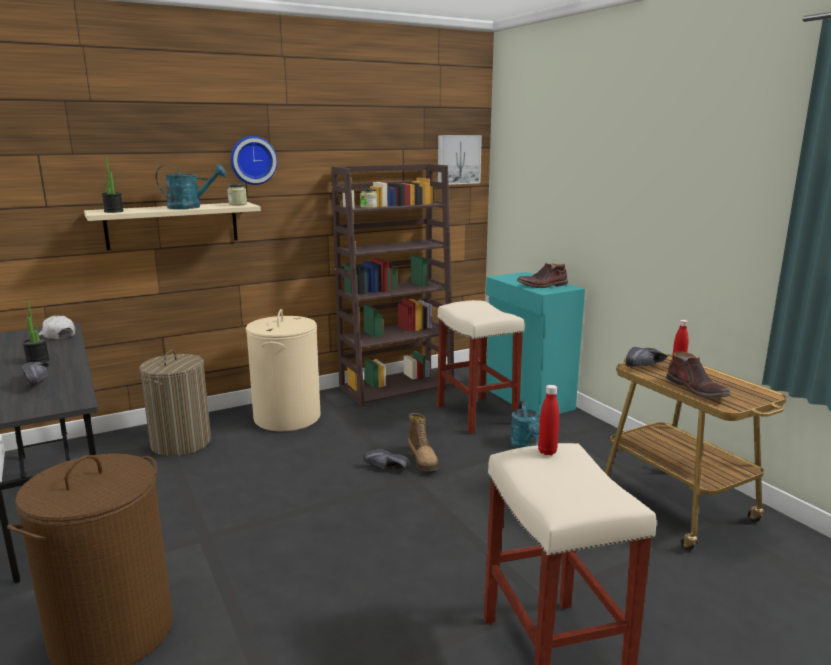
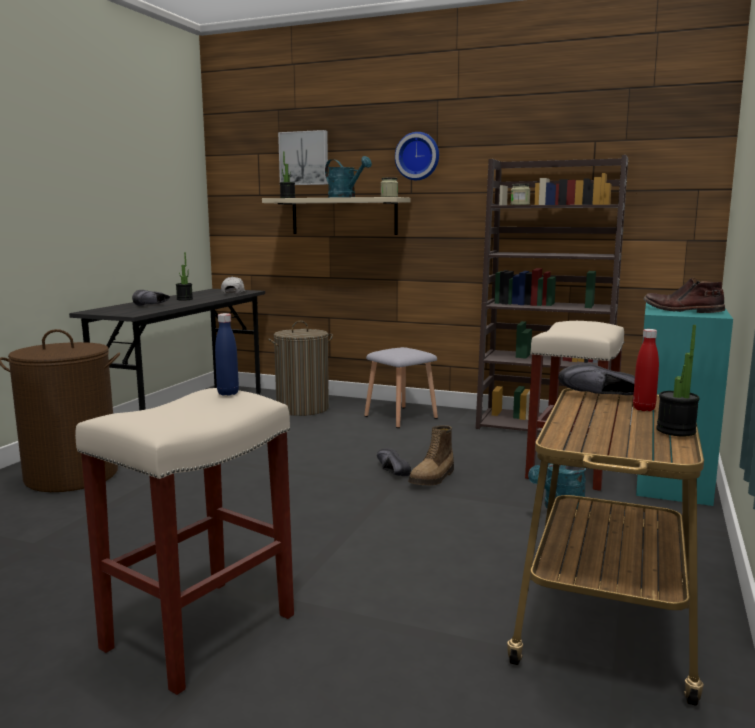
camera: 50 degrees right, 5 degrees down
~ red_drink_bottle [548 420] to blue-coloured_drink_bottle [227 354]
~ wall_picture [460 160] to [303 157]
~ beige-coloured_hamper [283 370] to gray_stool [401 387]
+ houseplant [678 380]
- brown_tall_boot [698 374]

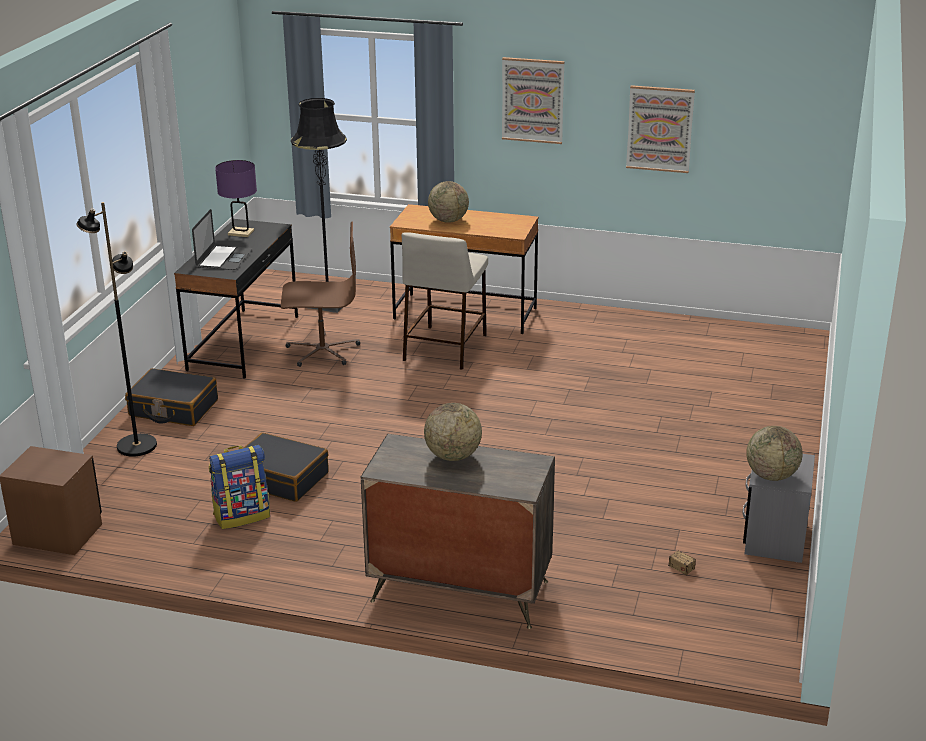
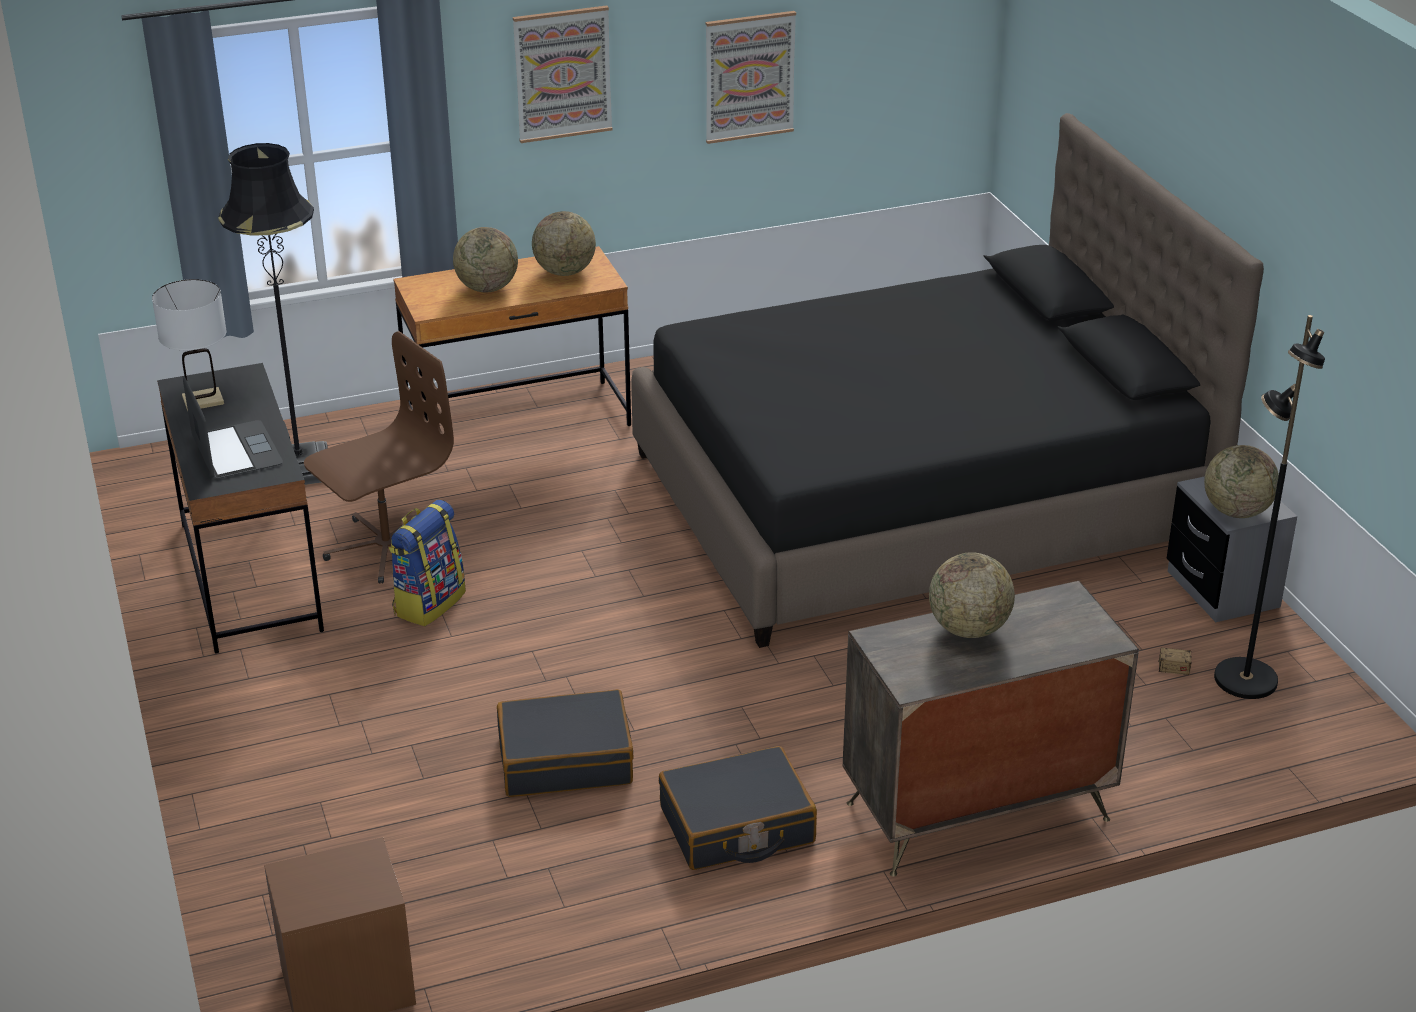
camera: 35 degrees left, 5 degrees up
~ purple_lamp_for_a_table [236 198] to white-coloured_lamp_for_a_table [189 345]
~ rucksack [239 487] to [427 563]
+ world_globe [564 243]
+ black-coloured_bedroom_bed [947 380]
~ black-coloured_suitcase [171 397] to [738 808]
~ black-coloured_floor_lamp [117 329] to [1269 507]
- beige-coloured_stool [445 301]

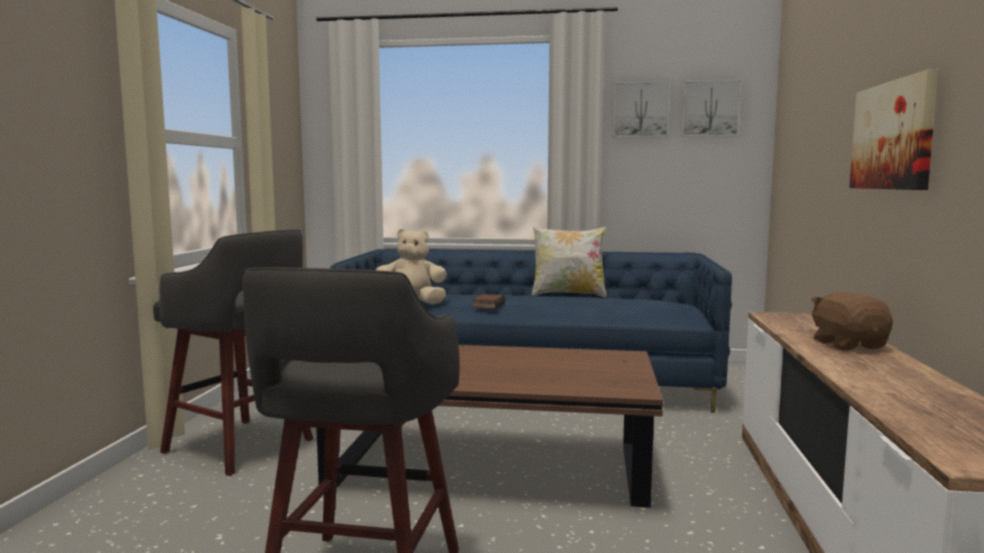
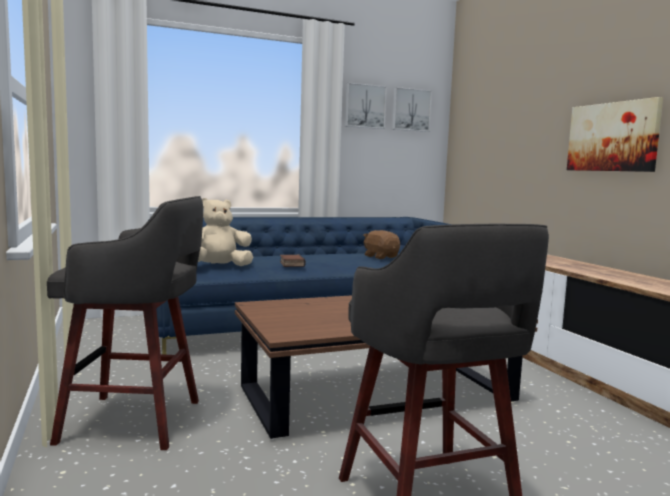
camera: 30 degrees left, 0 degrees up
~ brown_cuddly_toy [852 320] to [381 244]
- pillow [569 262]

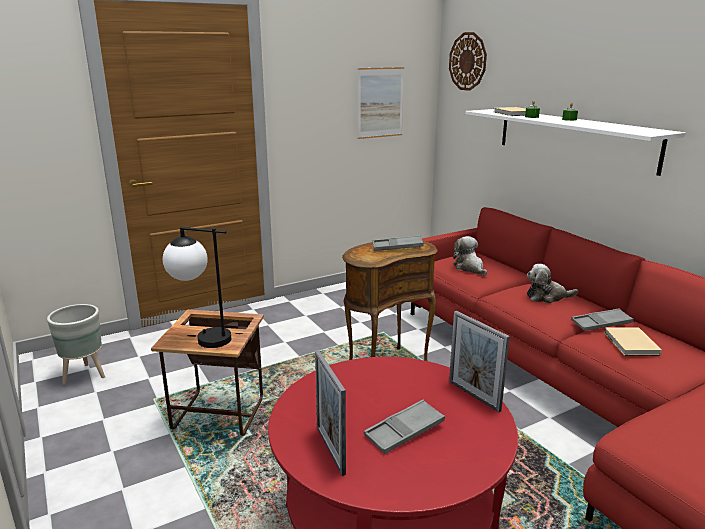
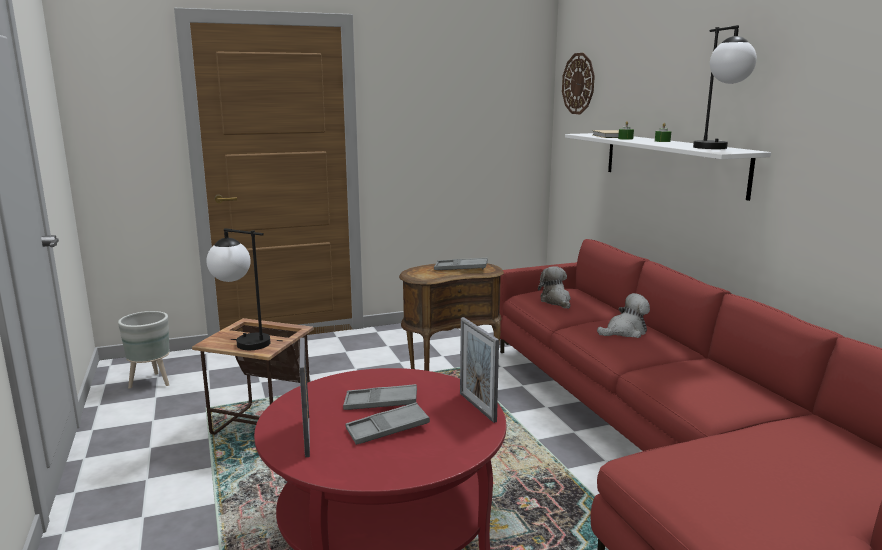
camera: 10 degrees right, 5 degrees down
~ gray_serving_tray [602 319] to [380 397]
~ cuddly_toy [552 283] = [623 315] 150 degrees clockwise
+ lamp_for_a_table [725 87]
- wall_picture [380 103]
- beige-coloured_book [633 342]

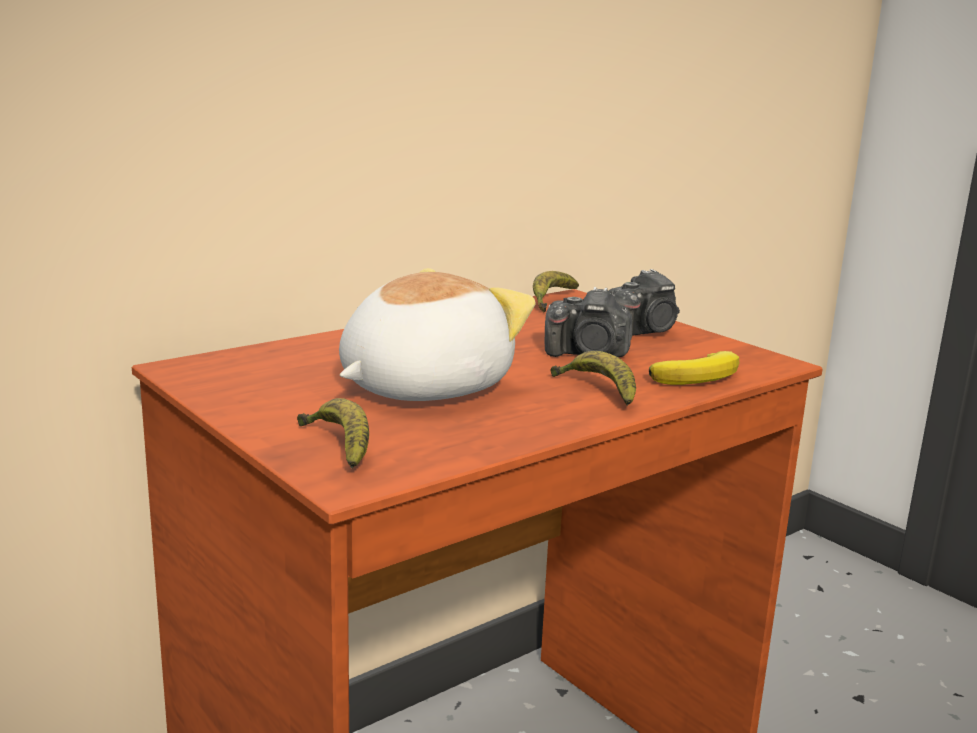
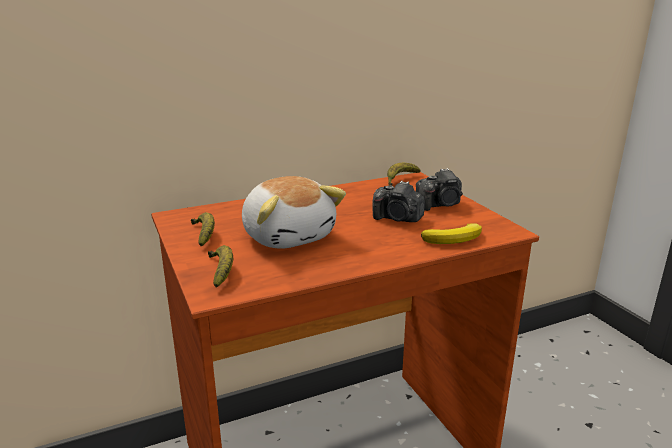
camera: 15 degrees right, 5 degrees up
~ banana [593 378] to [203 229]
~ cuddly_toy [437 334] = [294 212] 90 degrees clockwise

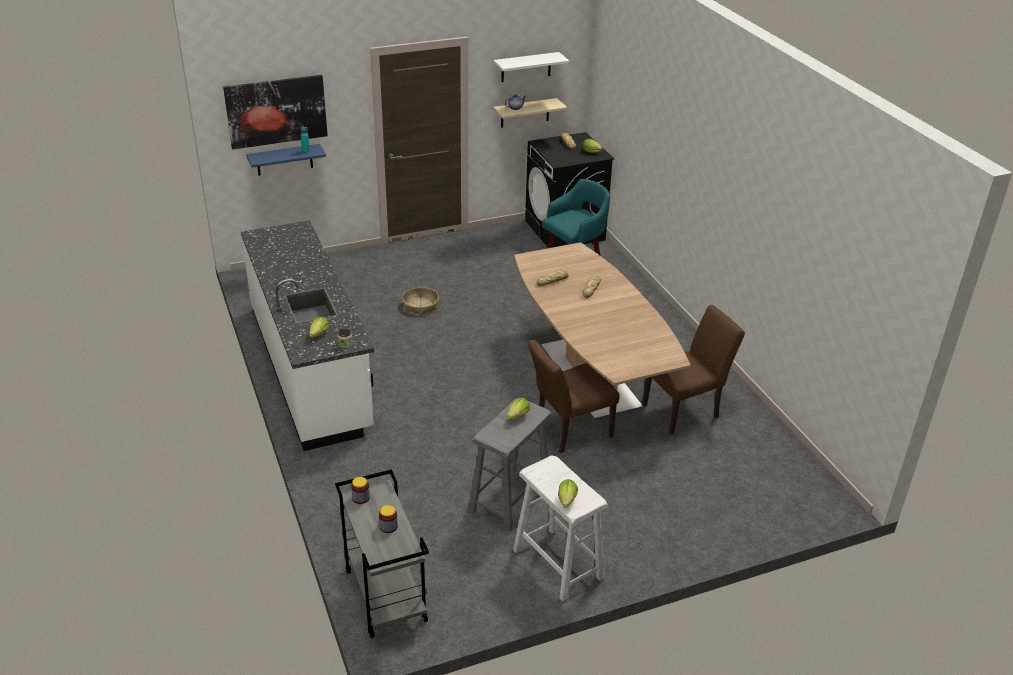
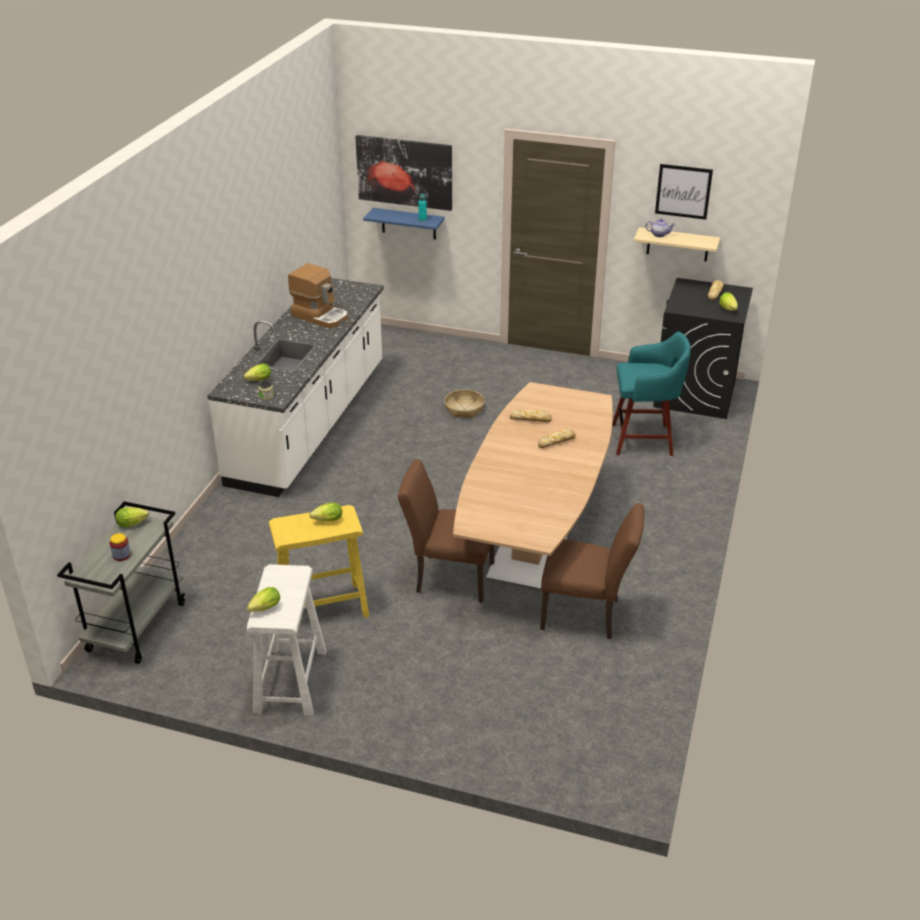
camera: 40 degrees right, 0 degrees up
~ storage_jar [360 490] to head_of_lettuce [132 517]
~ gray_stool [510 465] to yellow_stool [319 561]
+ coffee_maker [317 295]
~ white-coloured_shelf [531 67] to wall_picture [684 192]

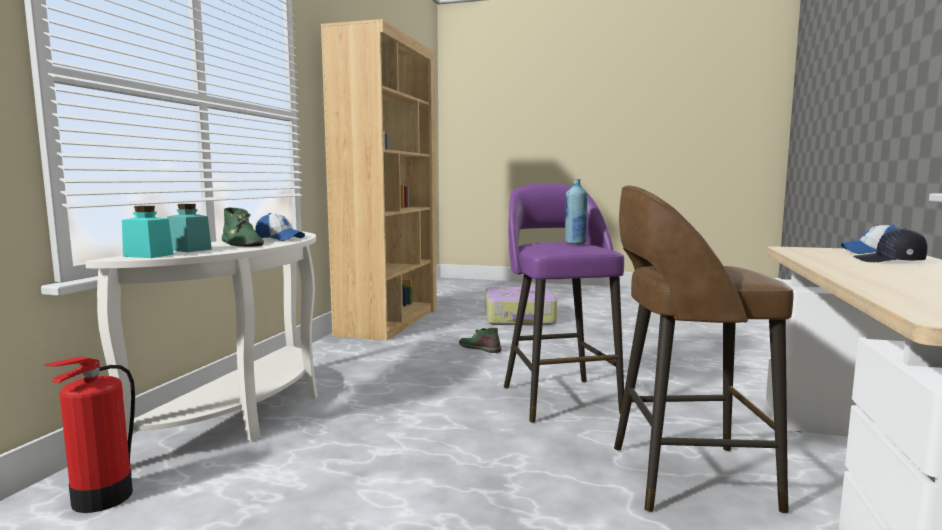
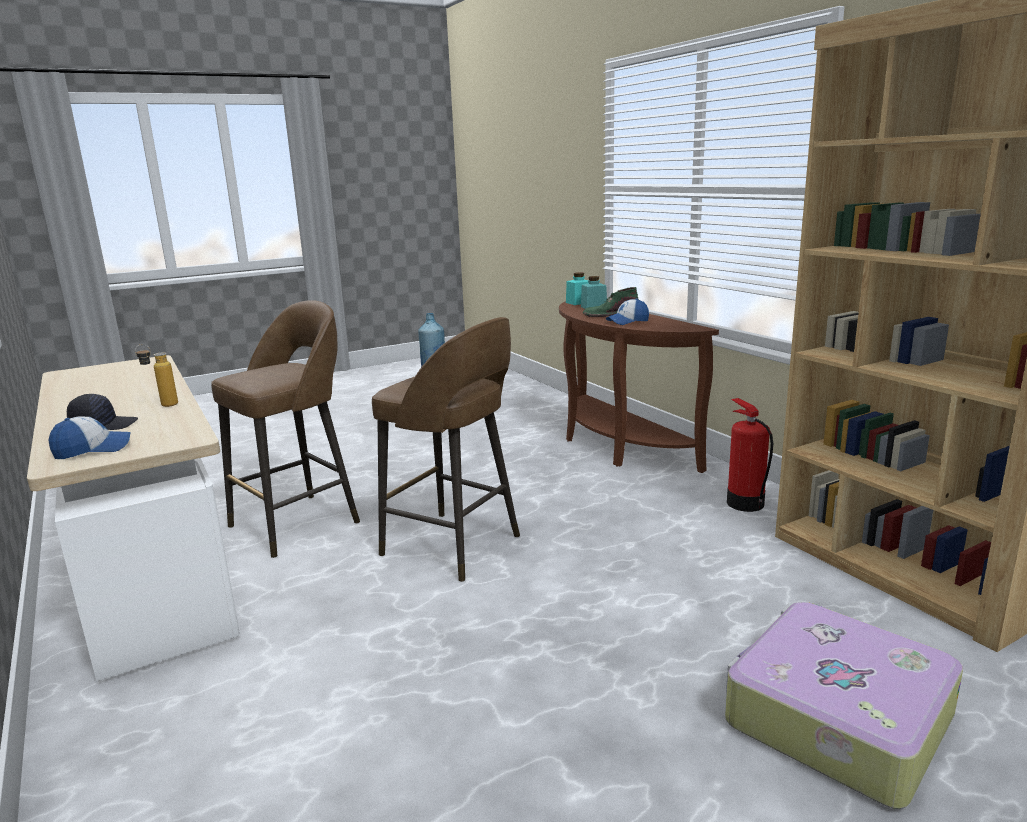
camera: 135 degrees right, 10 degrees up
+ drink_bottle [156 375]
~ purple_stool [564 303] to brown_stool [446 449]
~ white-coloured_console_table [201 343] to brown_console_table [639 387]
~ extinguisher [89 435] to [750 455]
- green-coloured_tall_boot [480 340]

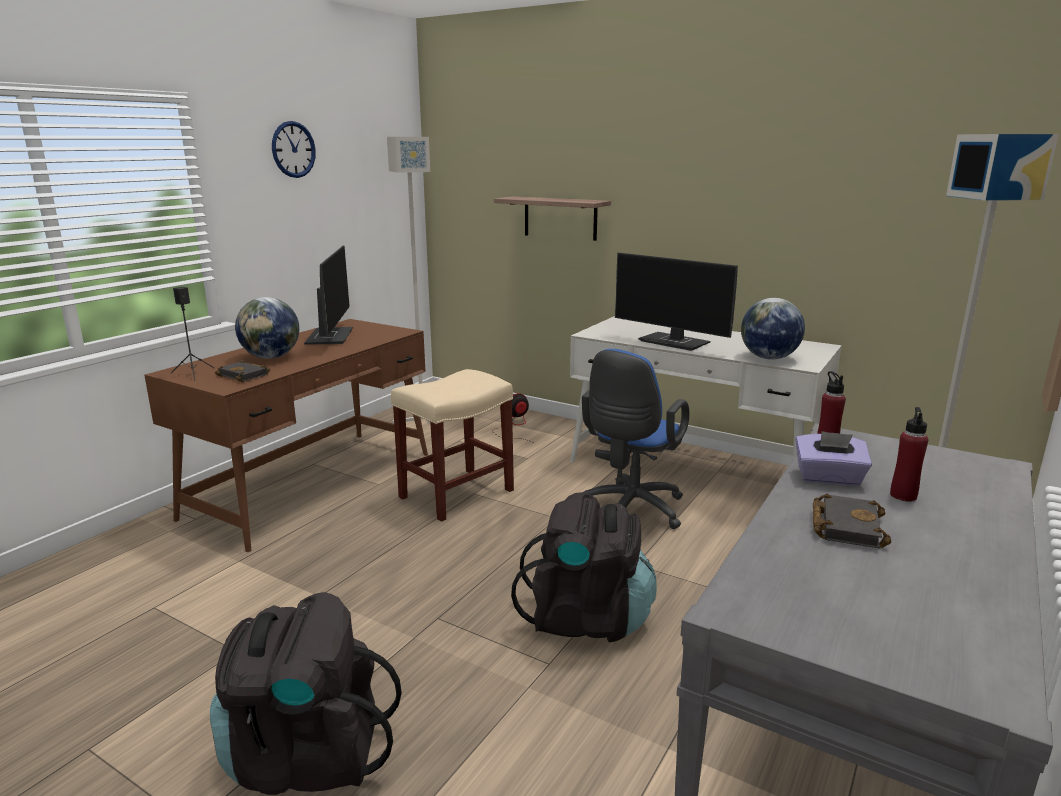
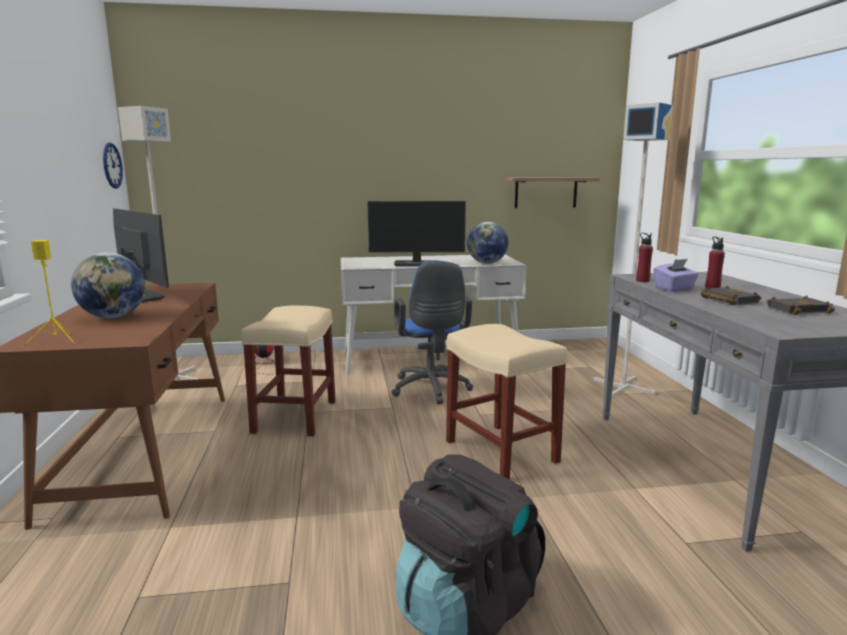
camera: 40 degrees left, 5 degrees down
~ black-coloured_audio_speaker [192 334] to yellow_audio_speaker [49 293]
~ clock_on_the_wall [294 149] to [113 166]
~ black-coloured_rucksack [584 567] to beige-coloured_stool [507 401]
~ shelf [552 218] to [552 192]
~ black-coloured_book [242 371] to [801 305]

